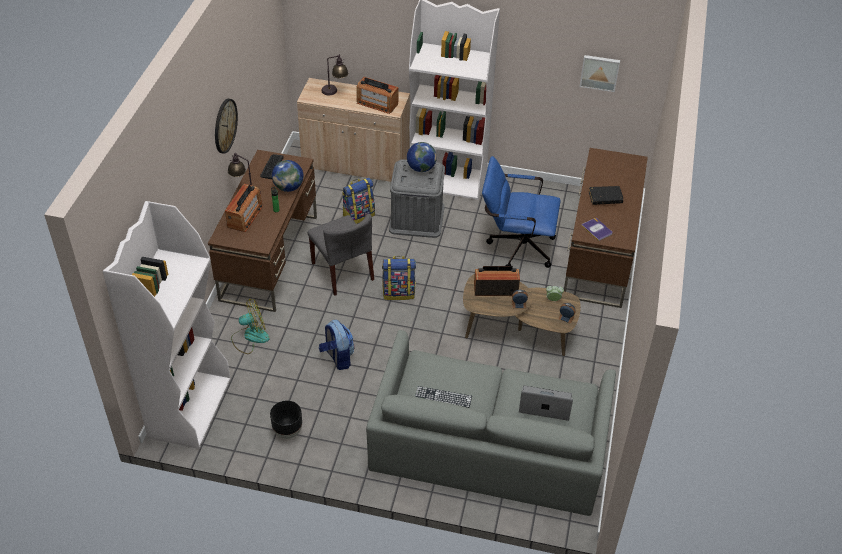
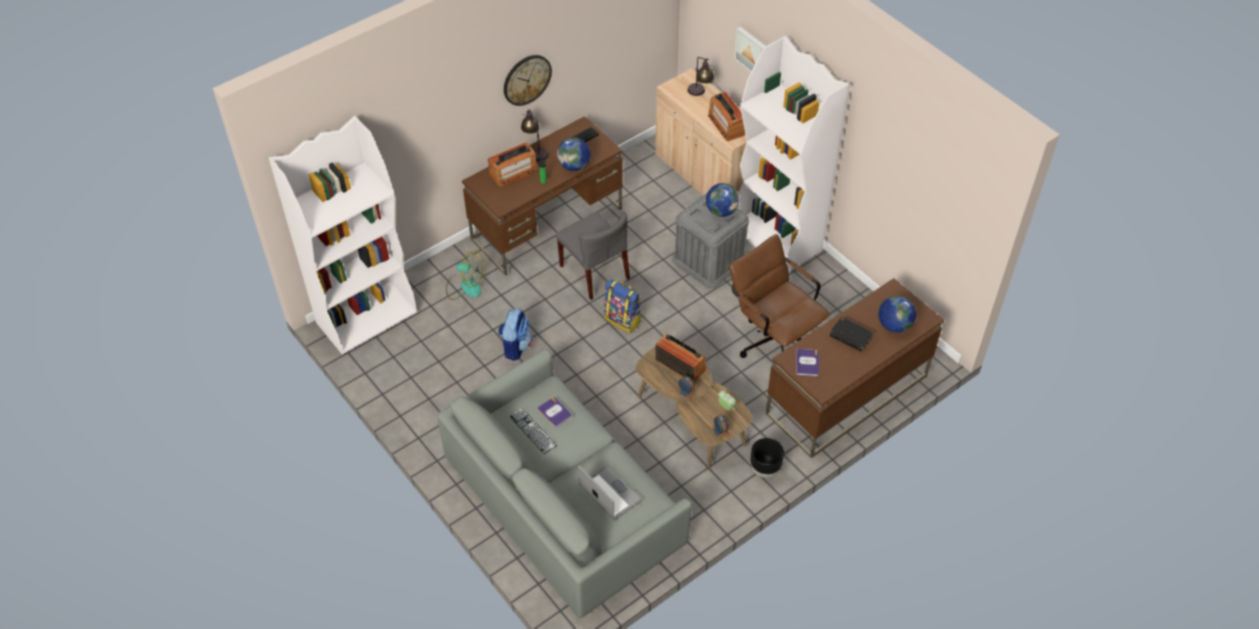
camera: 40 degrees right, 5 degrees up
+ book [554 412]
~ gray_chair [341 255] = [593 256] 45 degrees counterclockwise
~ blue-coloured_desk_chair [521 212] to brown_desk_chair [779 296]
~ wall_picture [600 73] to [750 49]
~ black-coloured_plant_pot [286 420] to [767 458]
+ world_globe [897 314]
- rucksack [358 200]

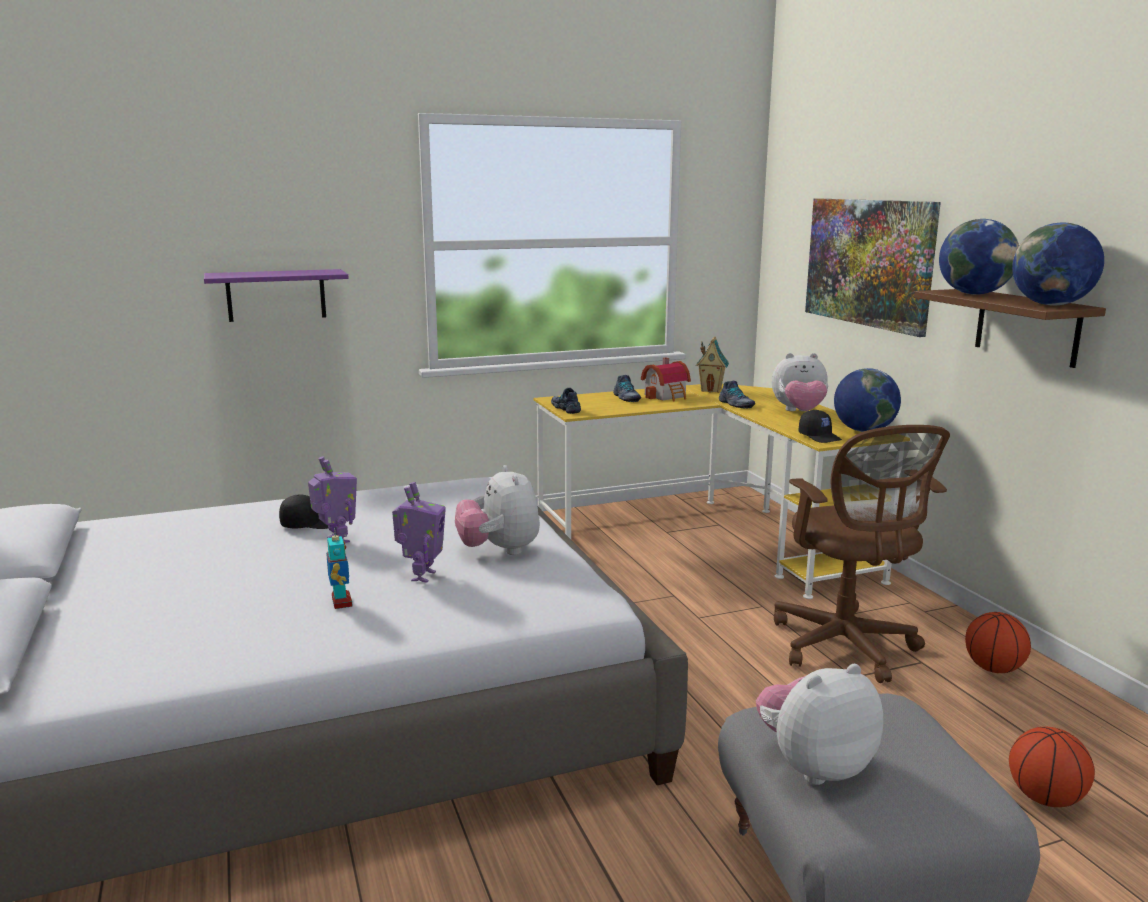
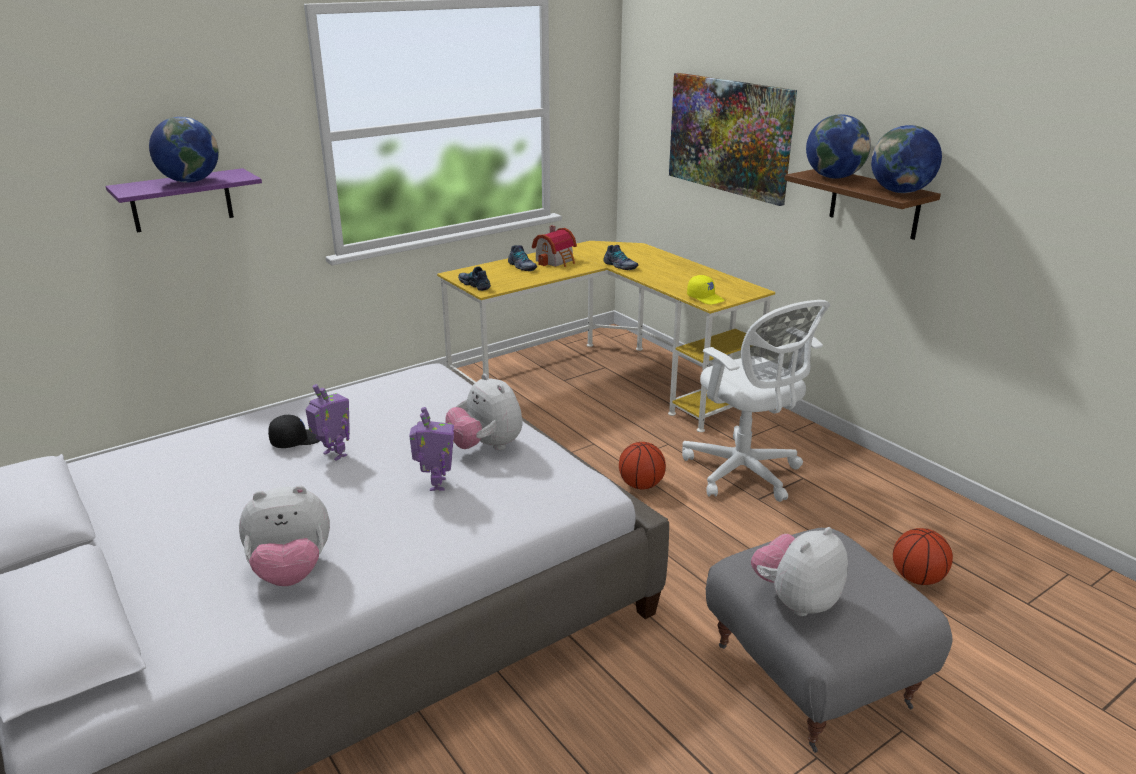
camera: 15 degrees left, 10 degrees up
~ world_globe [867 400] to [184 150]
~ cuddly_toy [800 382] to [284 535]
~ basketball_ball [998 642] to [642 465]
~ brown_desk_chair [862 554] to white-coloured_desk_chair [756 401]
~ black-coloured_baseball_cap [820 426] to yellow_baseball_cap [706 290]
- robot_figure [339 568]
- model_house [712 364]

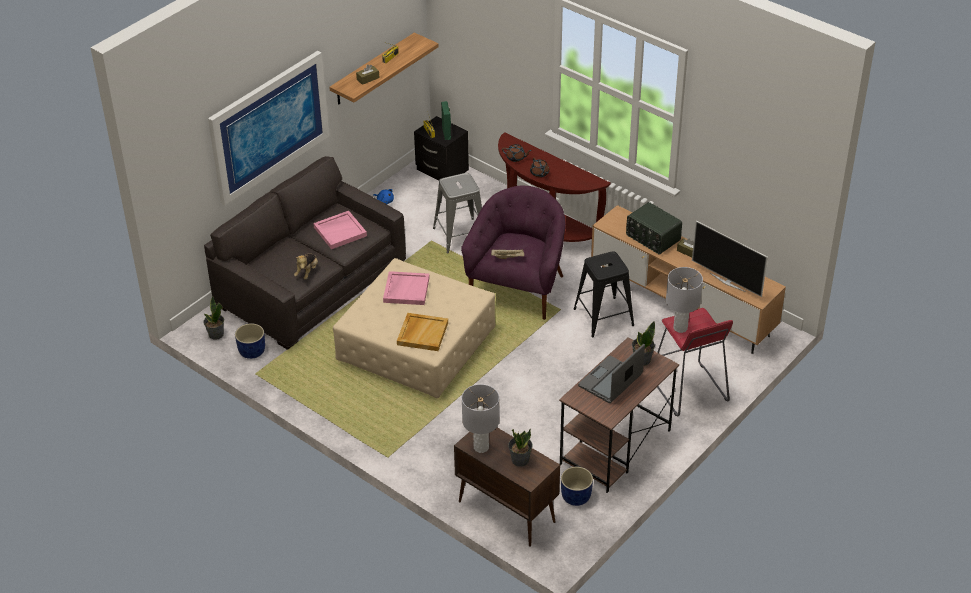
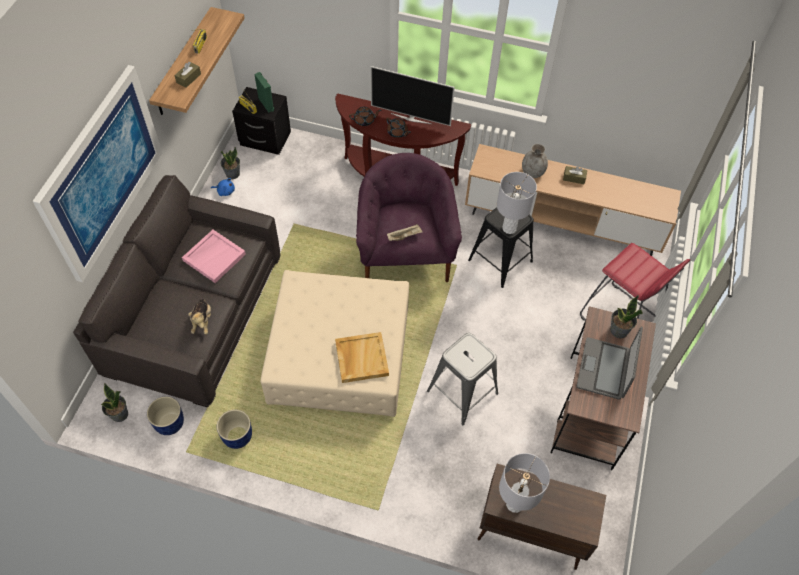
camera: 25 degrees left, 15 degrees up
~ blue-coloured_plant_pot [577 486] to [234 429]
~ houseplant [520 448] to [230 163]
~ TV [730 259] to [413 96]
~ gray_stool [457 213] to [462 379]
~ gray_lamp_for_a_table [684 300] to [517 203]
~ radio [654 228] to gray_flower_vase [535 161]
- pinkish_serving_tray [406 288]

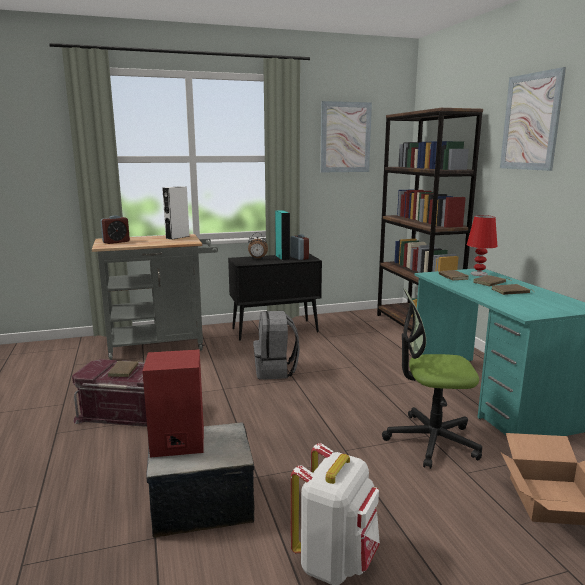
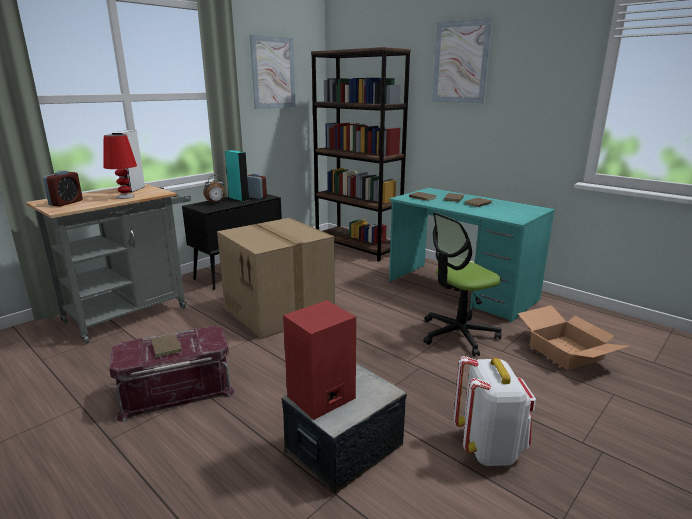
camera: 30 degrees left, 5 degrees up
~ red_lamp_for_a_table [482 245] to [120 166]
~ gray_rucksack [276 345] to packing_box [276 278]

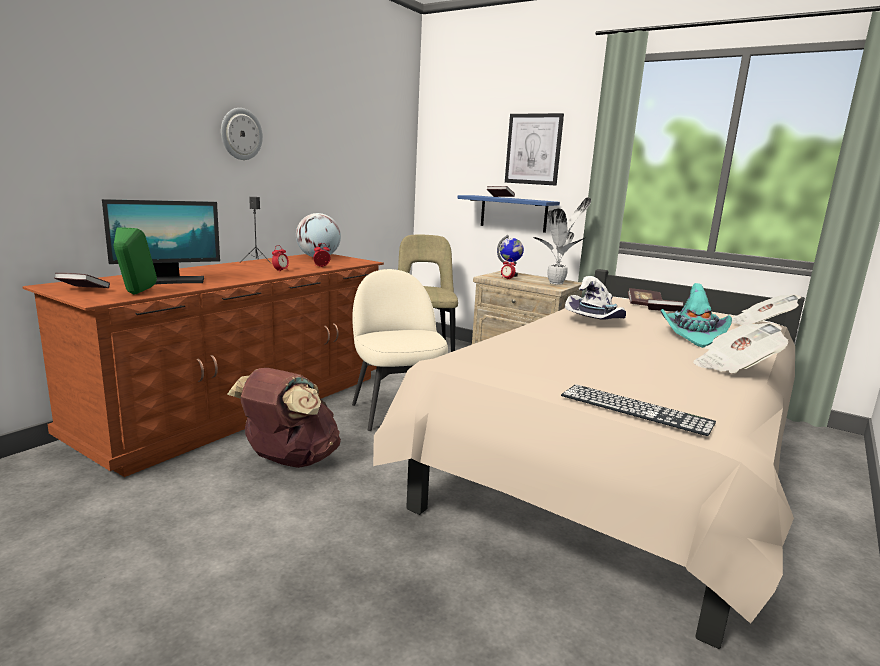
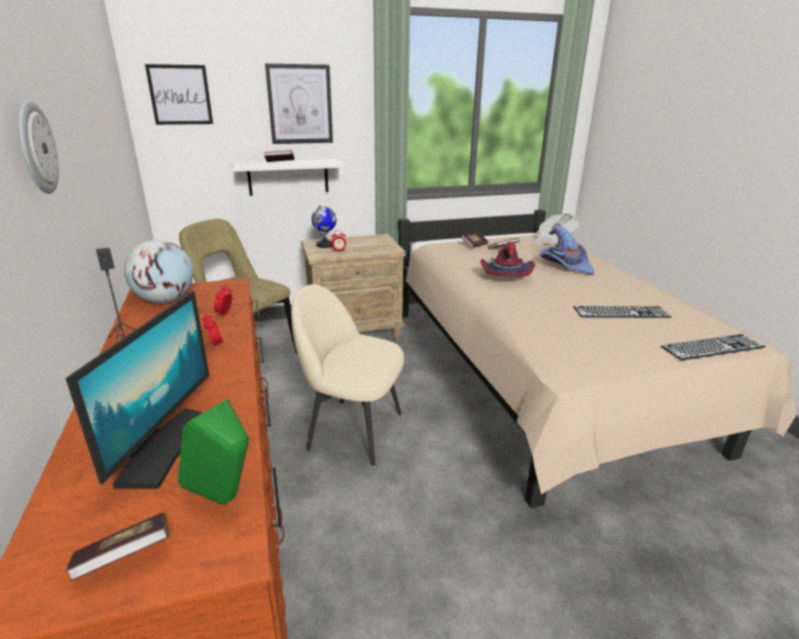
camera: 50 degrees left, 10 degrees up
+ wall_picture [179 94]
~ blue-coloured_shelf [509 214] to white-coloured_shelf [289 177]
~ white-coloured_wearable_hat [595 297] to red_wearable_hat [508 259]
~ blue-green_wearable_hat [696 315] to purple_wearable_hat [567 250]
+ computer_keyboard [622 312]
- brown_rucksack [284 418]
- houseplant [562 241]
- daily_paper [740 348]

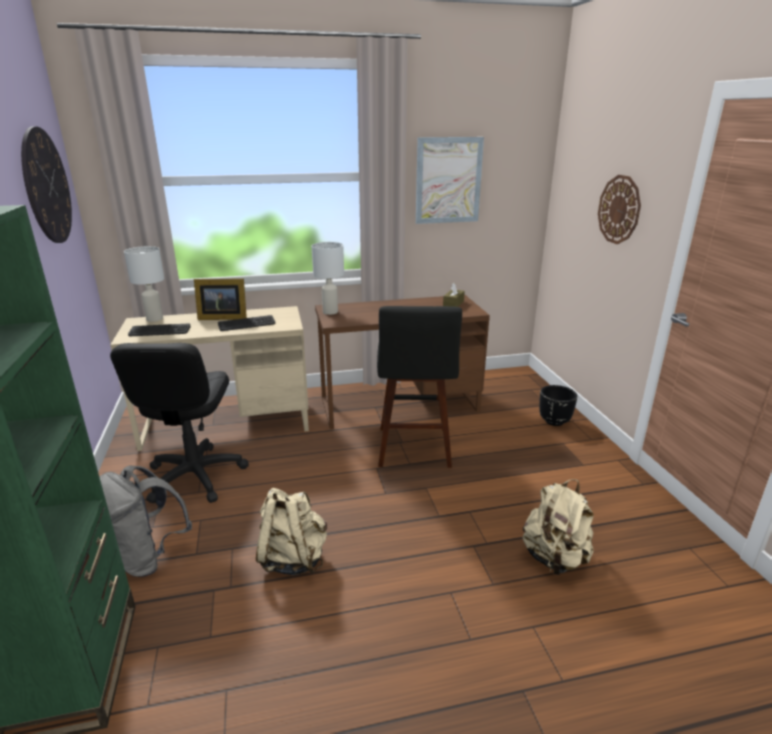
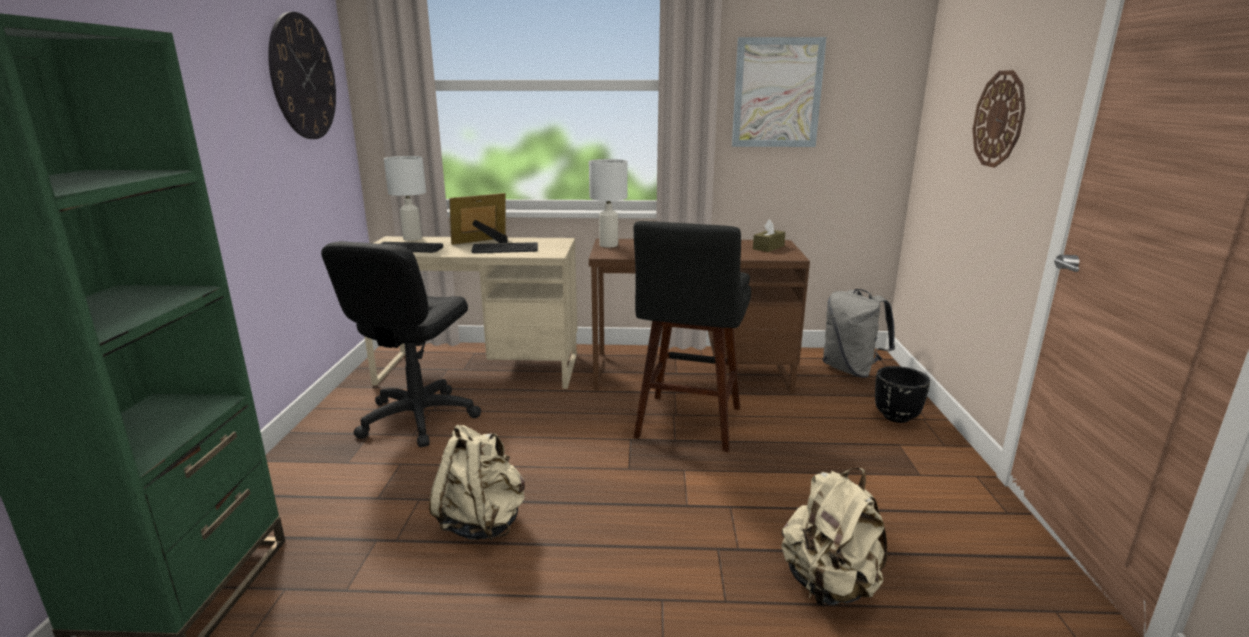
camera: 15 degrees right, 5 degrees down
~ standing_frame [220 299] = [478 219] 135 degrees clockwise
~ gray_rucksack [146 521] to [859 333]

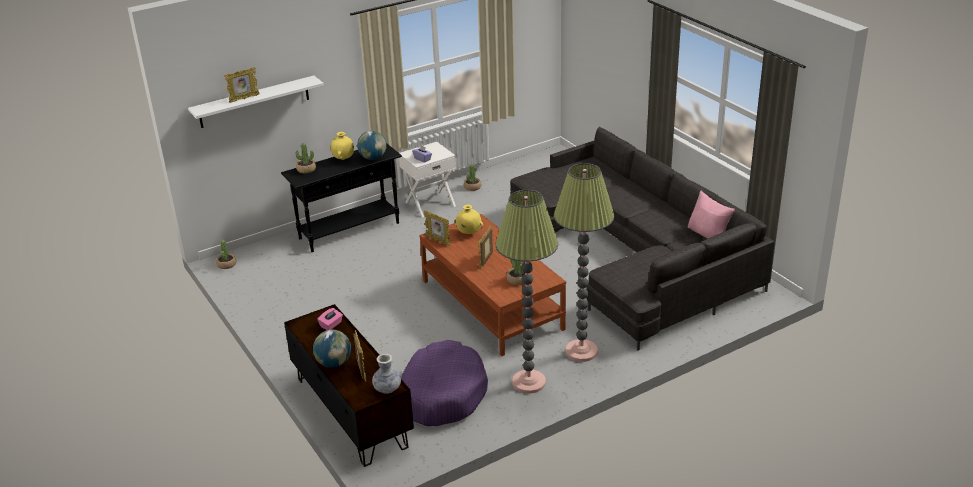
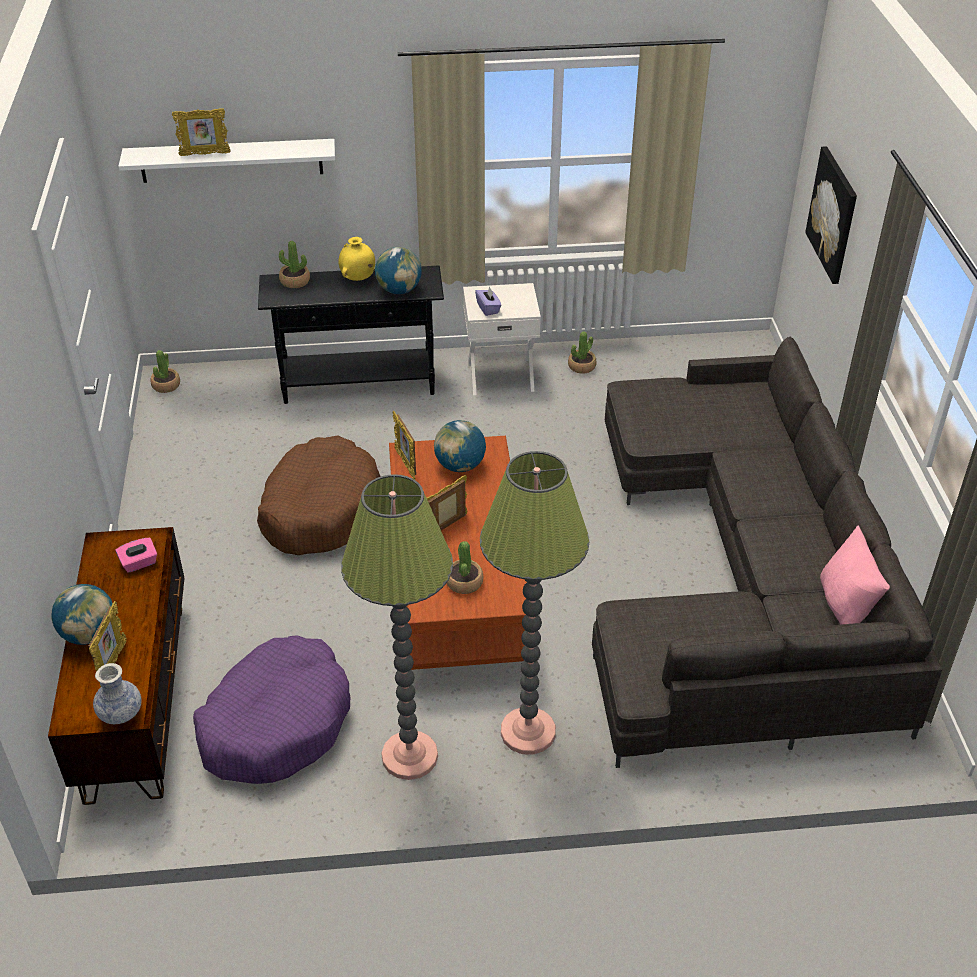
camera: 25 degrees right, 10 degrees up
+ brown_dog_bed [318 495]
~ yellow_flower_vase [468 219] to world_globe [460 446]
+ wall_picture [831 215]

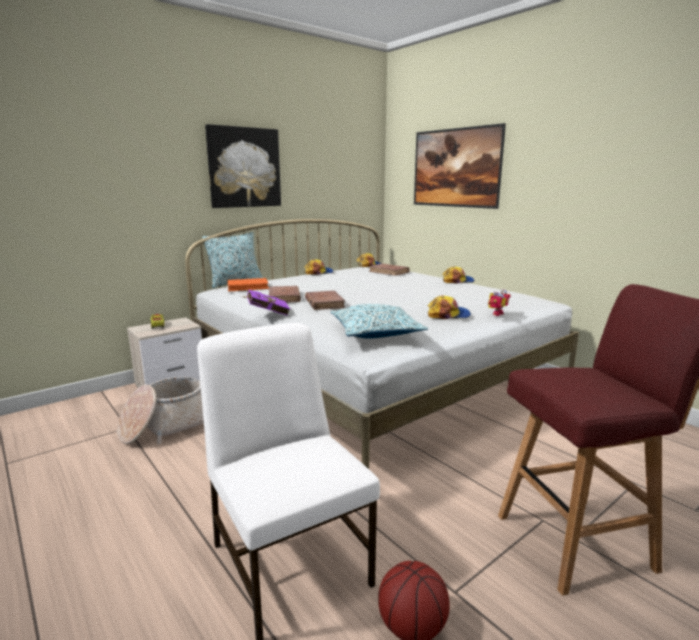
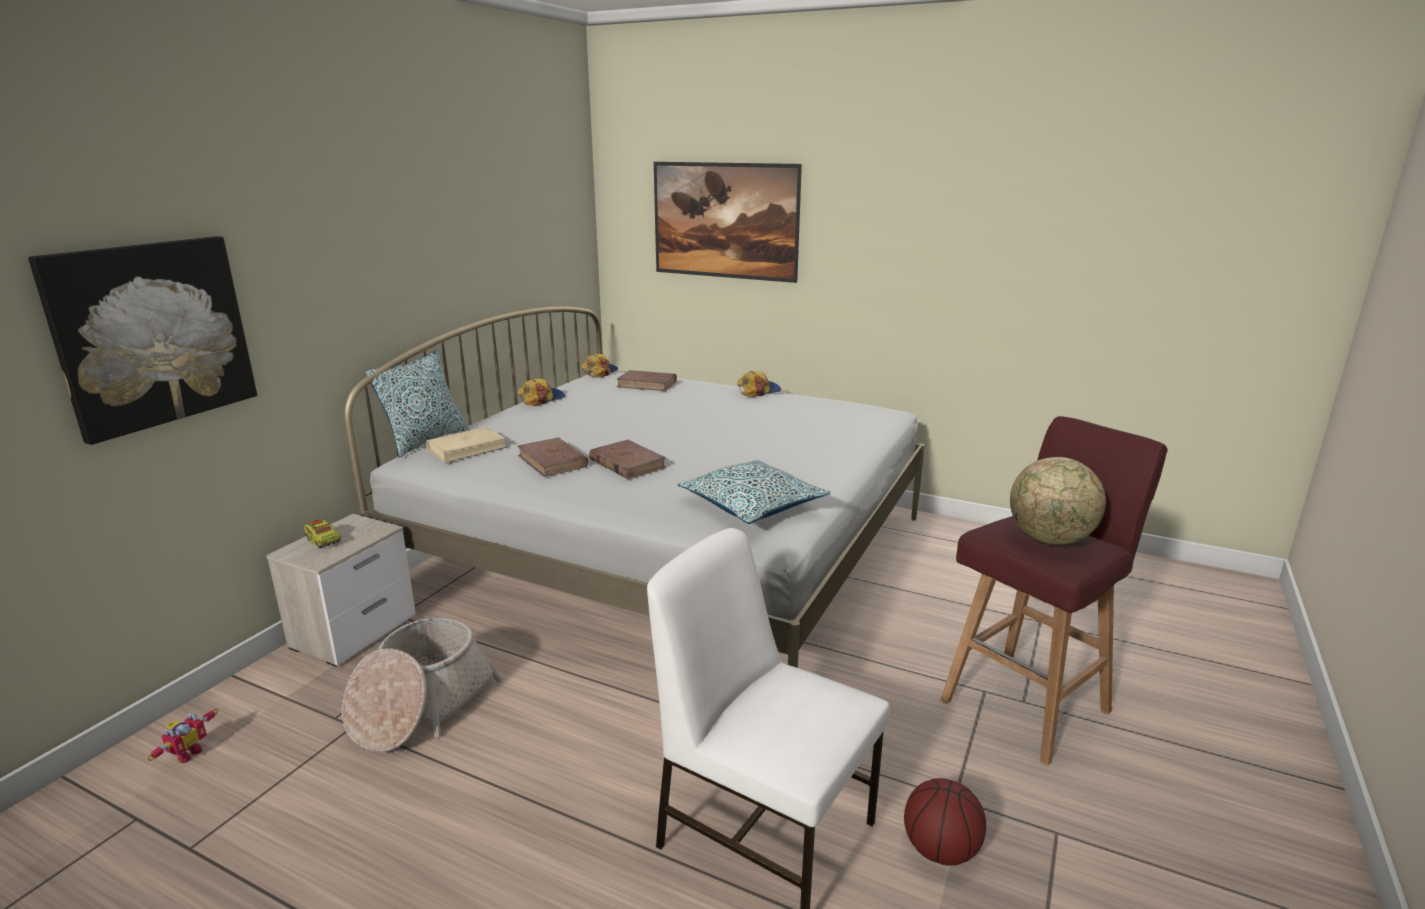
camera: 25 degrees left, 5 degrees up
~ wall_picture [243 166] to [142 340]
~ robot_figure [499 302] to [182 736]
~ orangey_book [248 285] to beige-coloured_book [467 445]
+ world_globe [1058 500]
- purple_book [265 303]
- baseball_cap [449 307]

